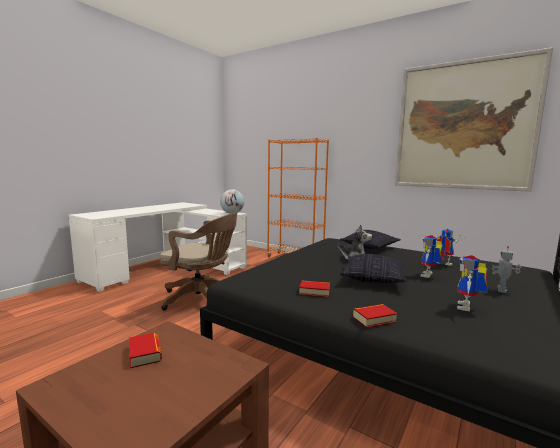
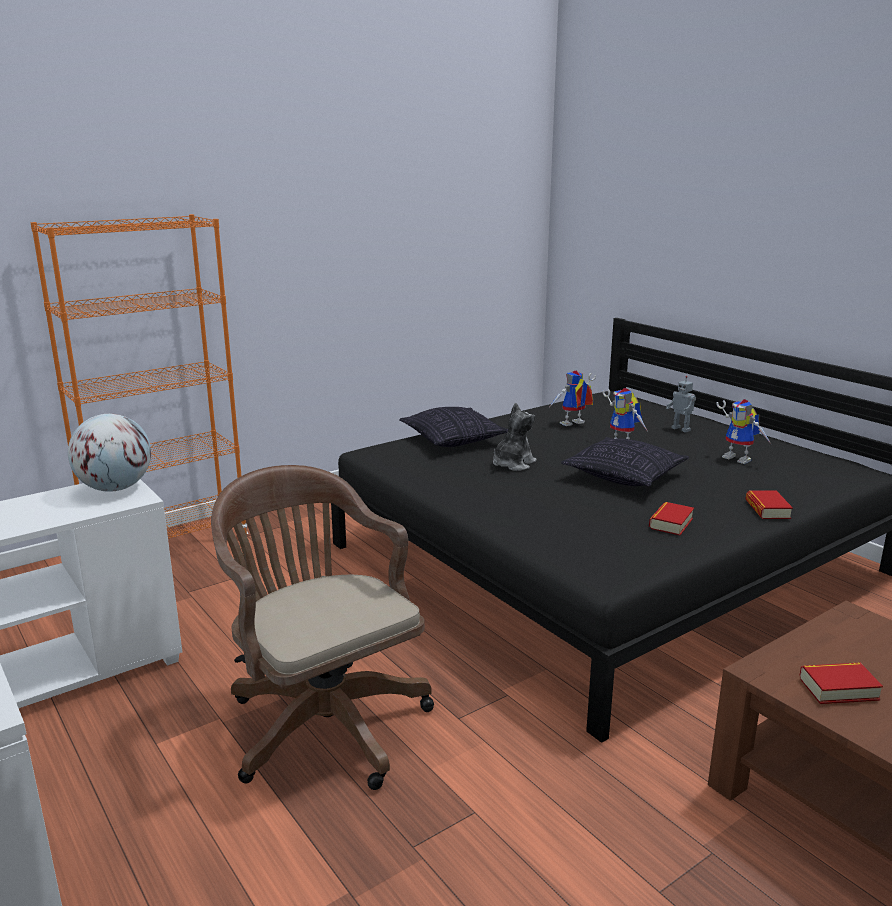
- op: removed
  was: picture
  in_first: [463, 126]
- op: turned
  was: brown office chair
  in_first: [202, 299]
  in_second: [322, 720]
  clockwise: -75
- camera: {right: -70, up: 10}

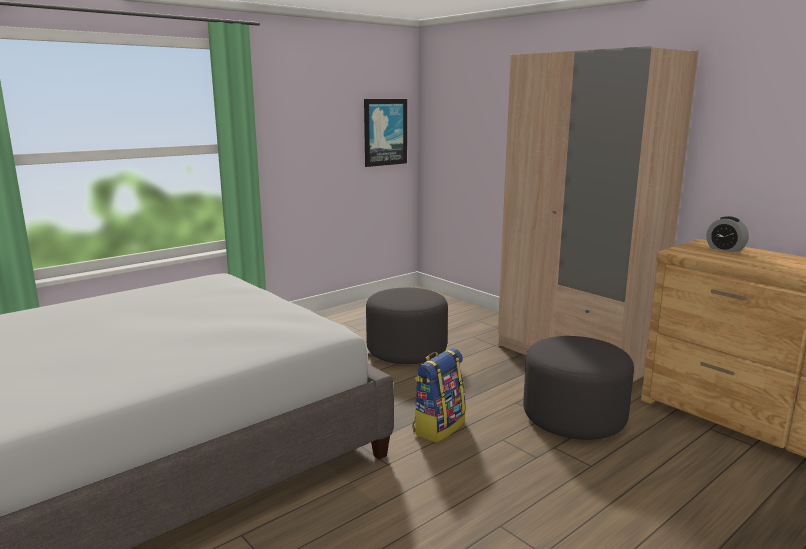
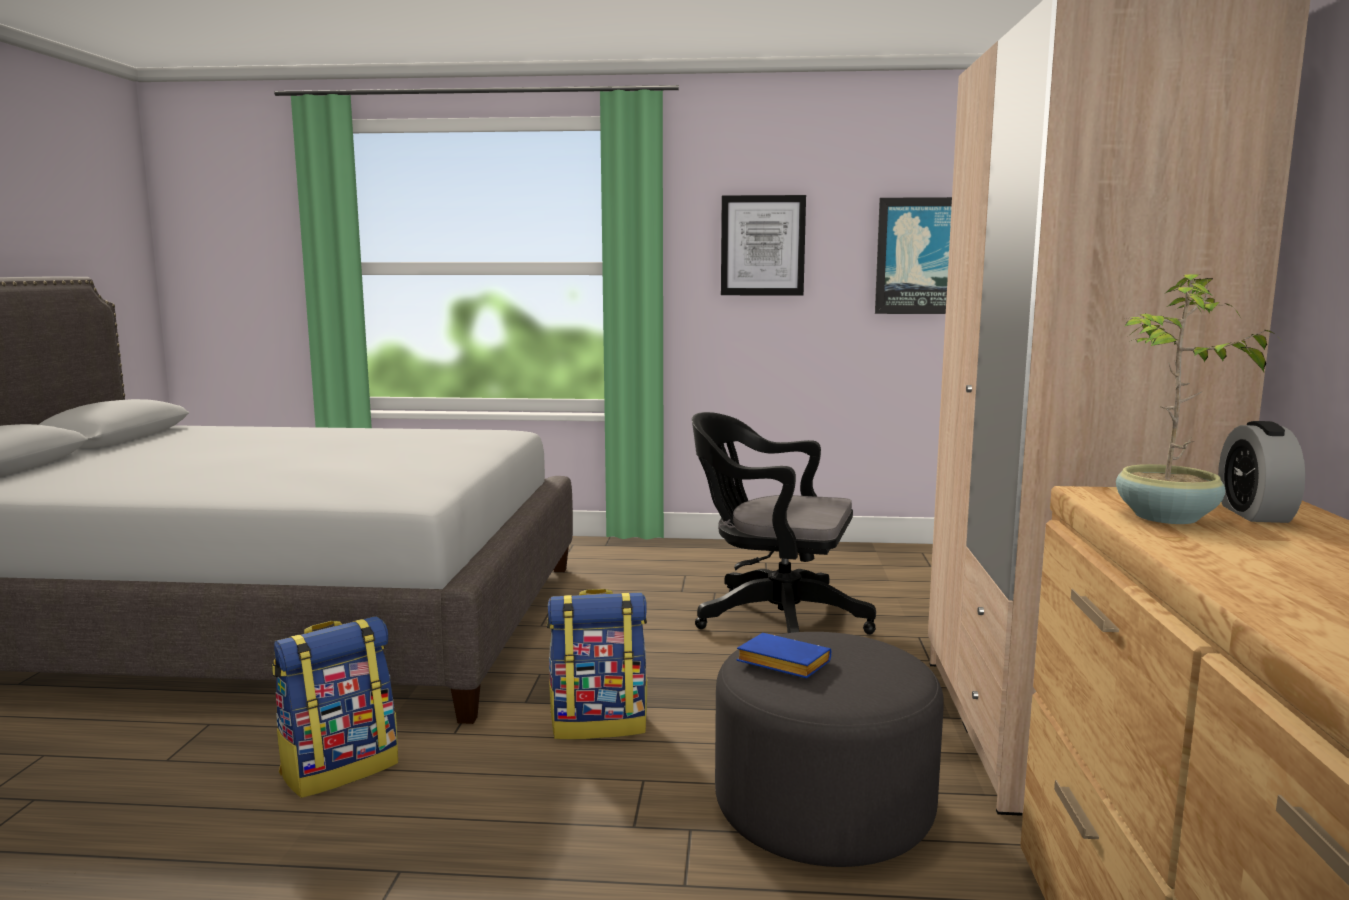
- op: added
  now: backpack
  in_second: [340, 768]
- op: added
  now: picture
  in_second: [762, 245]
- op: added
  now: blue book
  in_second: [780, 663]
- op: added
  now: potted plant
  in_second: [1166, 518]
- op: replaced
  was: grey ottoman
  now: black office chair
  in_first: [406, 350]
  in_second: [773, 620]
- camera: {right: 45, up: -5}

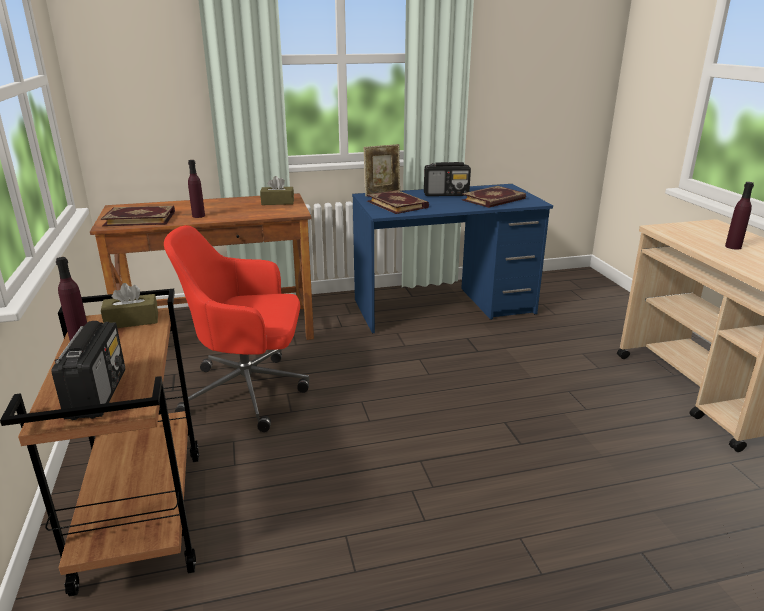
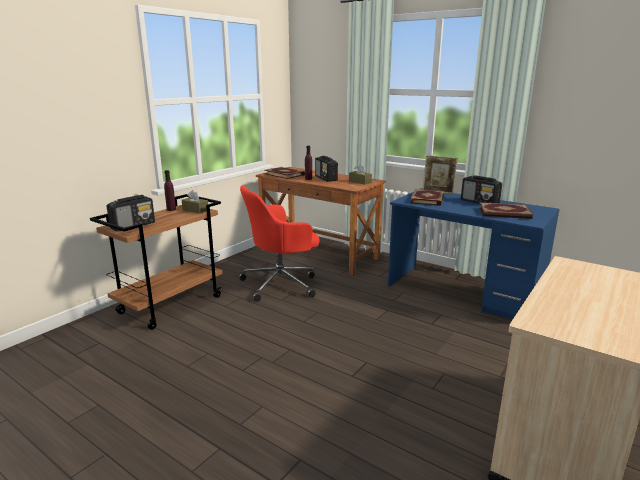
- op: removed
  was: purple bottle
  in_first: [733, 247]
- op: added
  now: radio
  in_second: [326, 178]
- op: turned
  was: red office chair
  in_first: [249, 392]
  in_second: [281, 283]
  clockwise: -75
- camera: {right: 50, up: -5}

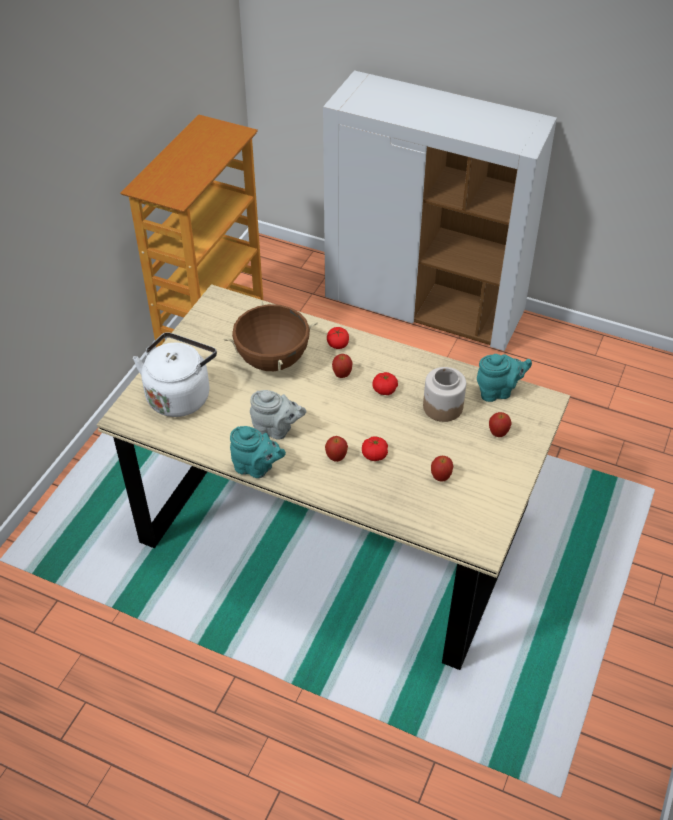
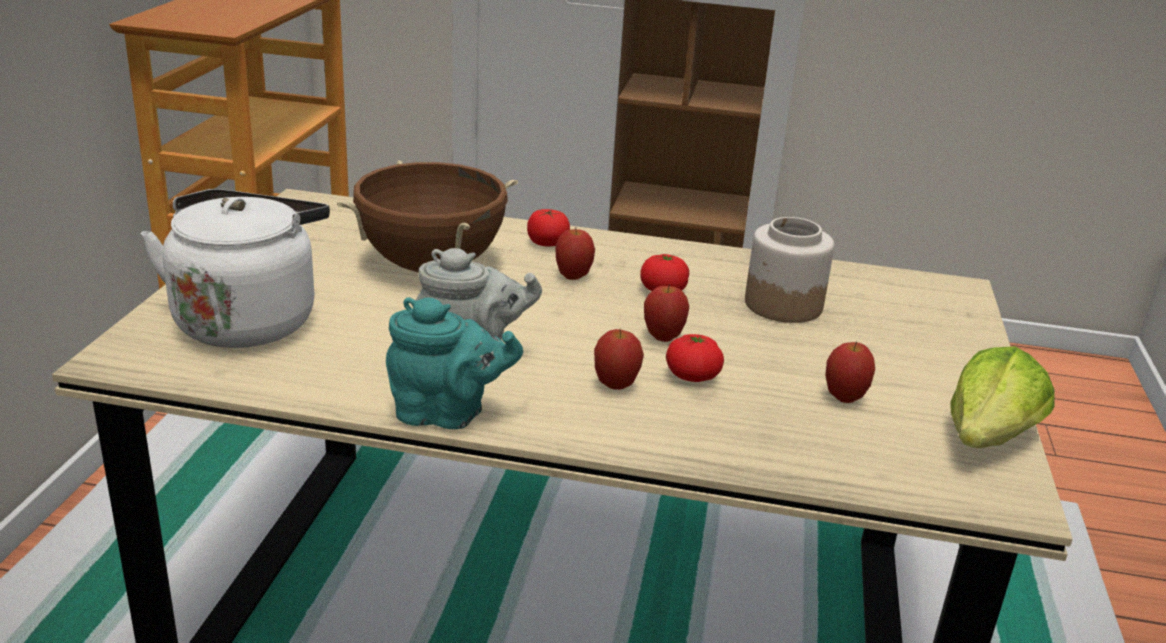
- op: removed
  was: turquoise teapot
  in_first: [498, 391]
- op: added
  now: lettuce
  in_second: [989, 437]
- op: moved
  was: apple
  in_first: [498, 433]
  in_second: [663, 337]
- camera: {right: -15, up: -20}

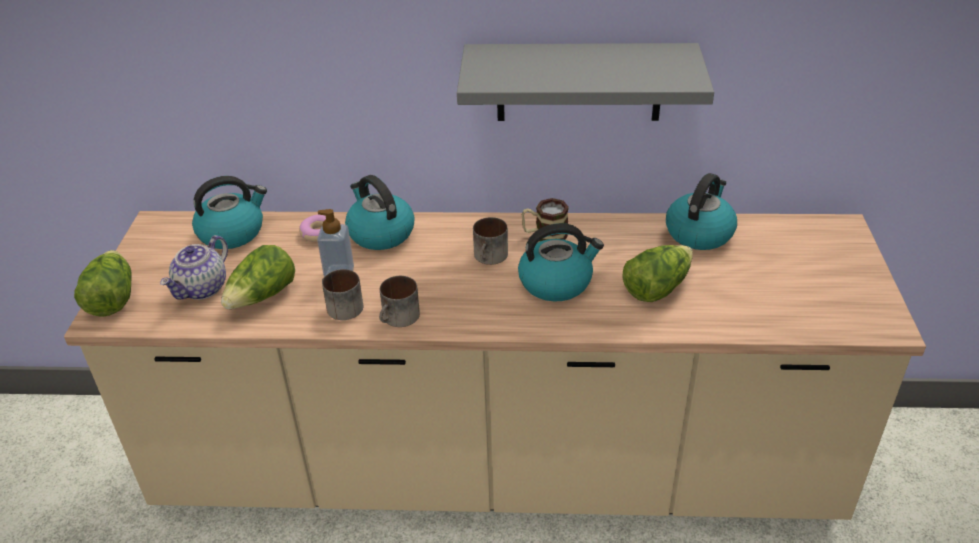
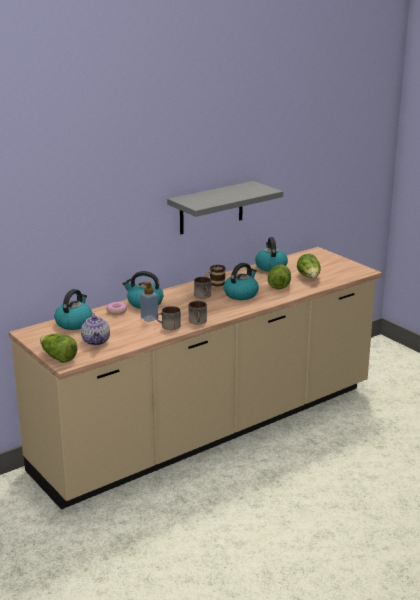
- op: moved
  was: lettuce
  in_first: [262, 297]
  in_second: [309, 277]
- camera: {right: -40, up: -15}

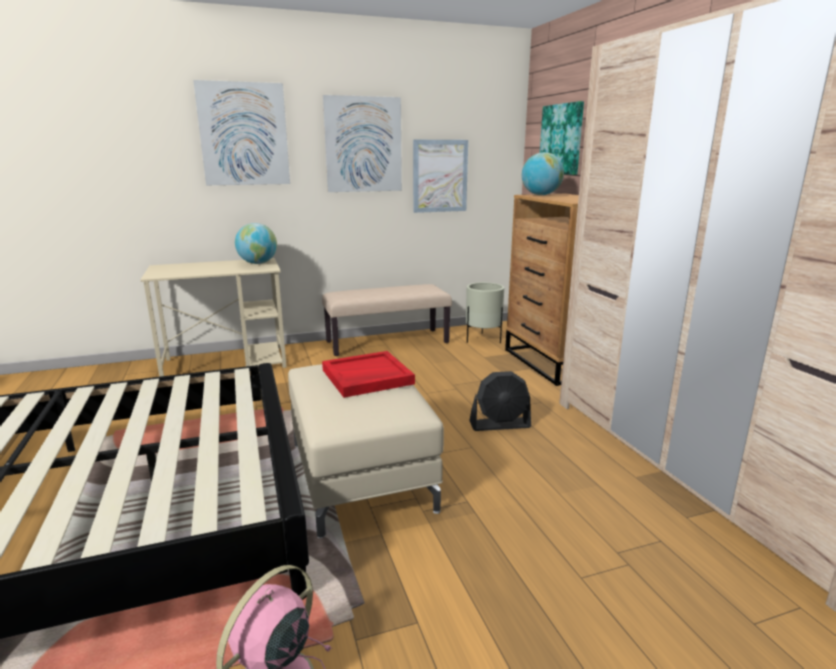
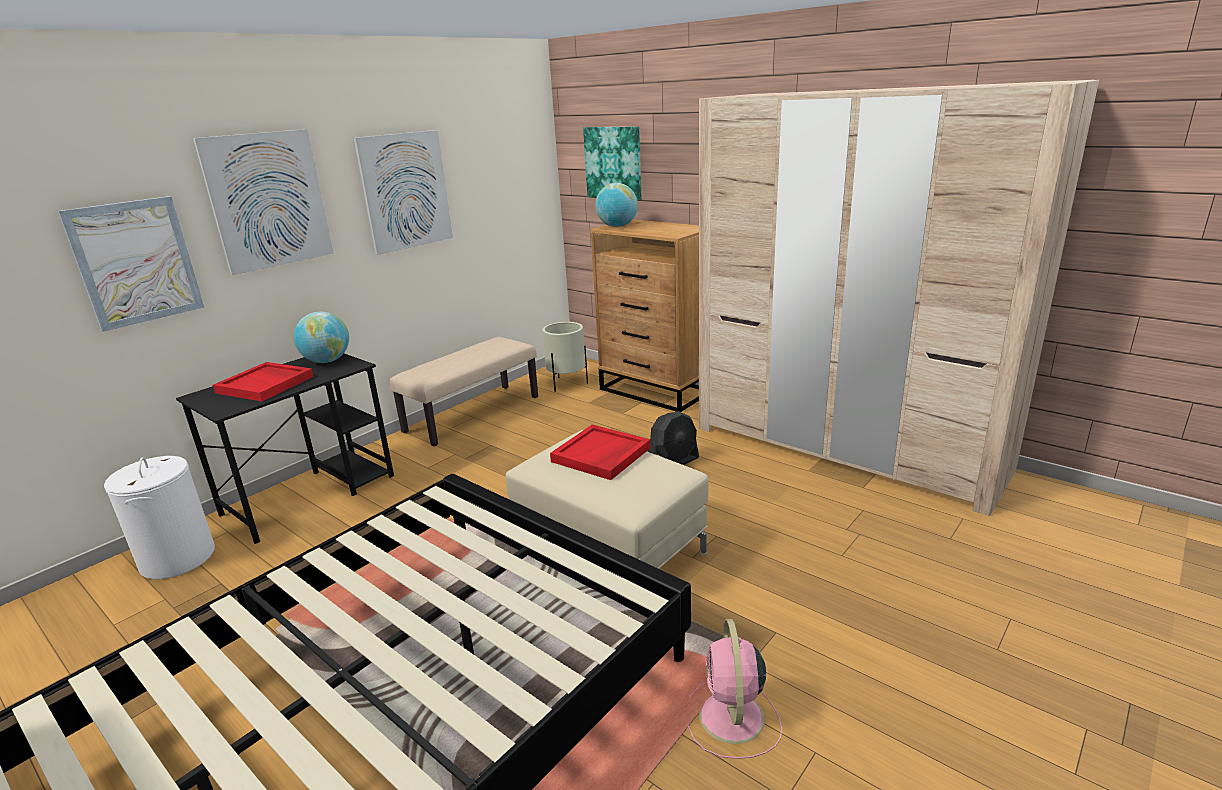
- op: added
  now: white laundry basket
  in_second: [177, 558]
- op: added
  now: red tray
  in_second: [266, 384]
- op: moved
  was: picture
  in_first: [440, 176]
  in_second: [136, 262]
- op: recoloured
  was: beige desk
  now: black desk
  in_first: [226, 363]
  in_second: [311, 494]
- camera: {right: -30, up: 5}

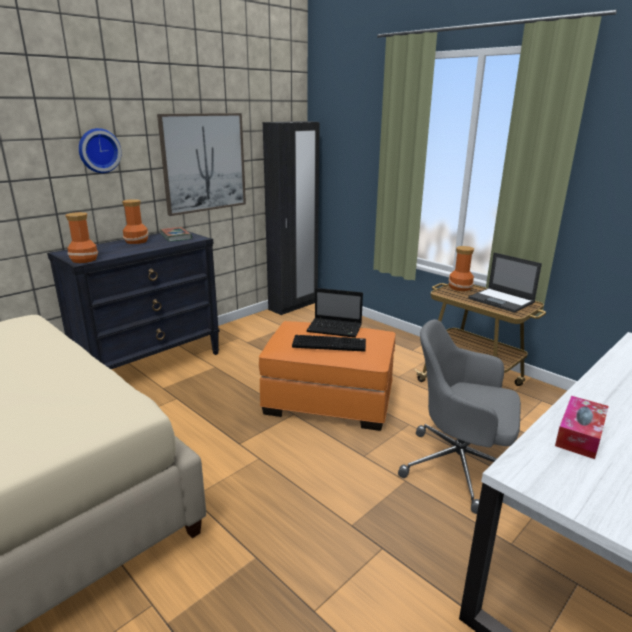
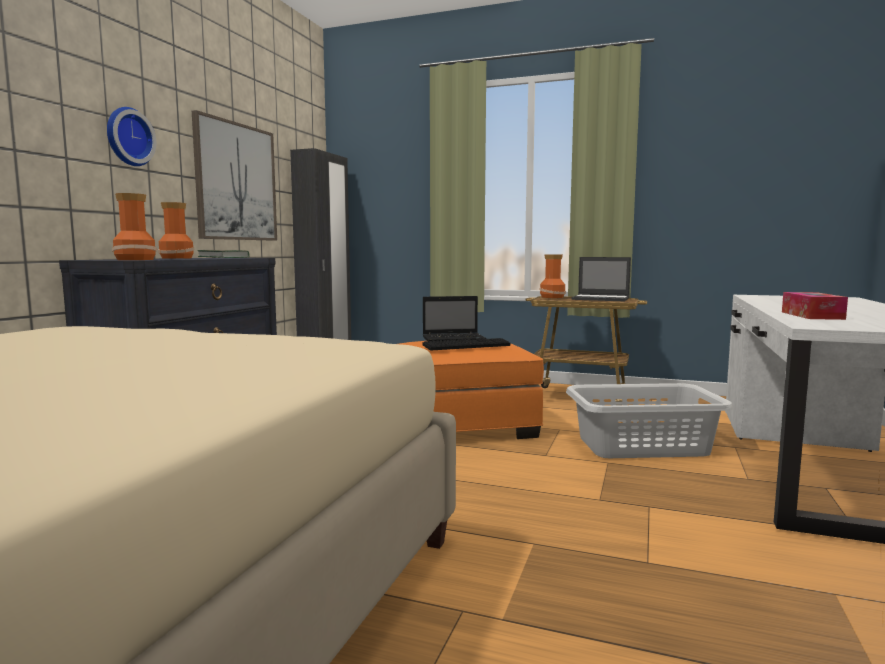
- op: replaced
  was: grey office chair
  now: grey laundry basket
  in_first: [459, 467]
  in_second: [641, 445]
- camera: {right: -25, up: -15}

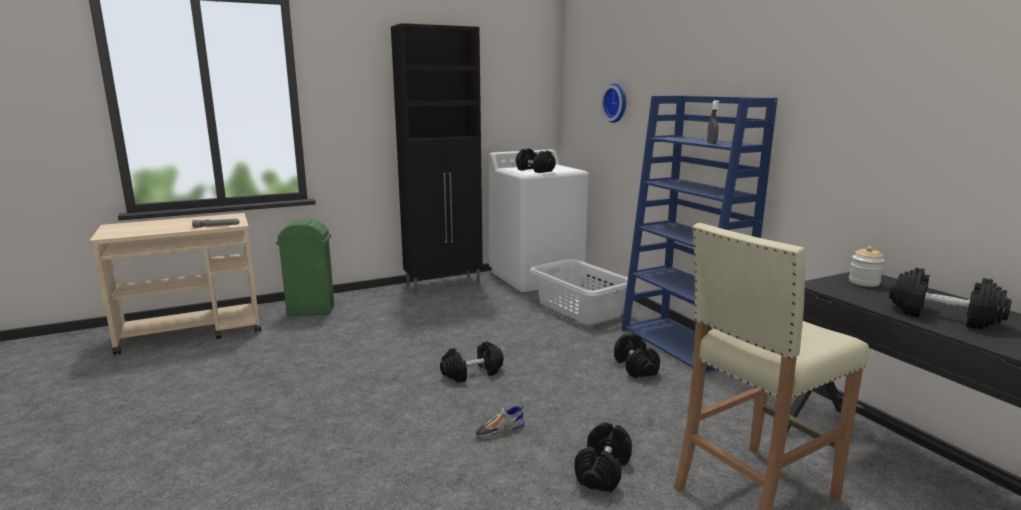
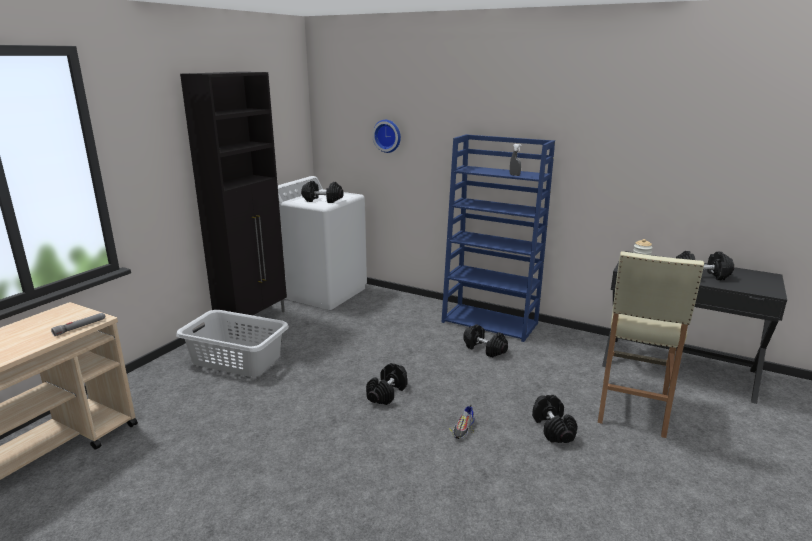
- op: removed
  was: green trash can
  in_first: [311, 311]
- op: moved
  was: grey laundry basket
  in_first: [579, 308]
  in_second: [236, 359]
- camera: {right: -35, up: 5}

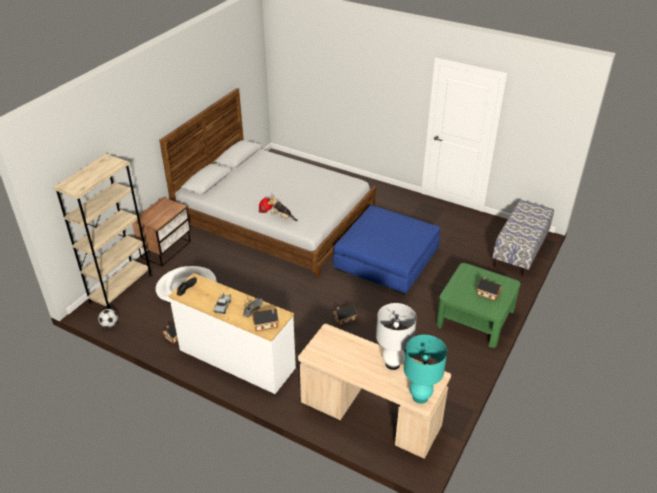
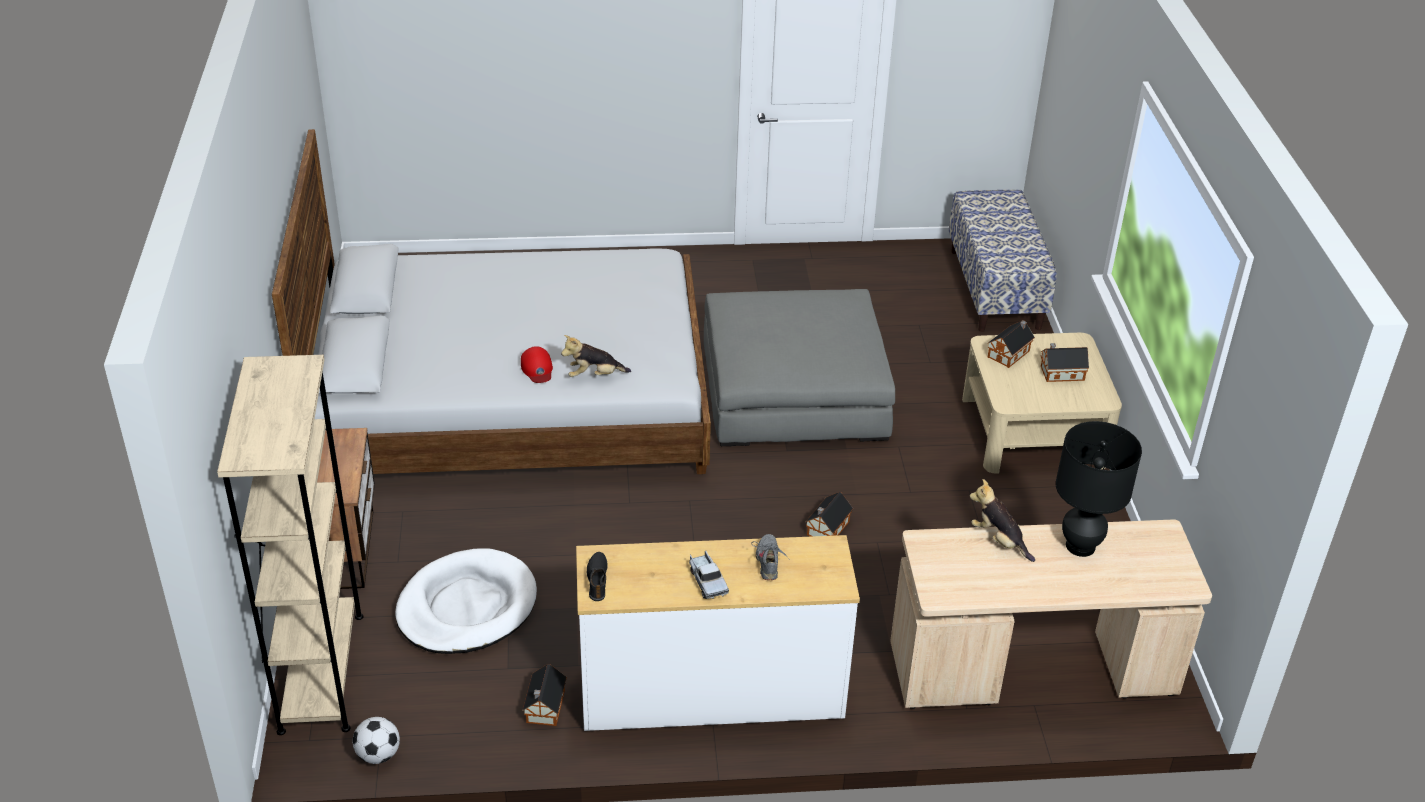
- op: removed
  was: turquoise table lamp
  in_first: [420, 397]
- op: added
  now: plush toy
  in_second: [999, 540]
- op: moved
  was: toy house
  in_first: [266, 324]
  in_second: [1010, 353]
- op: recoloured
  was: blue ottoman
  now: grey ottoman
  in_first: [386, 259]
  in_second: [793, 390]
- op: recoloured
  was: white table lamp
  now: black table lamp
  in_first: [392, 364]
  in_second: [1080, 546]
- op: recoloured
  was: green coffee table
  now: beige coffee table
  in_first: [474, 318]
  in_second: [1032, 431]
- camera: {right: -35, up: 0}

